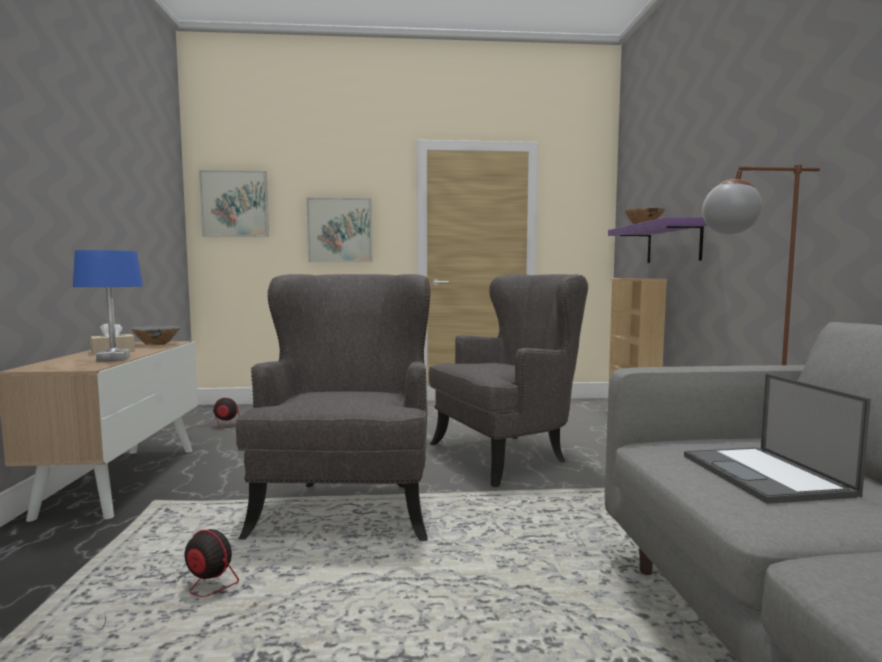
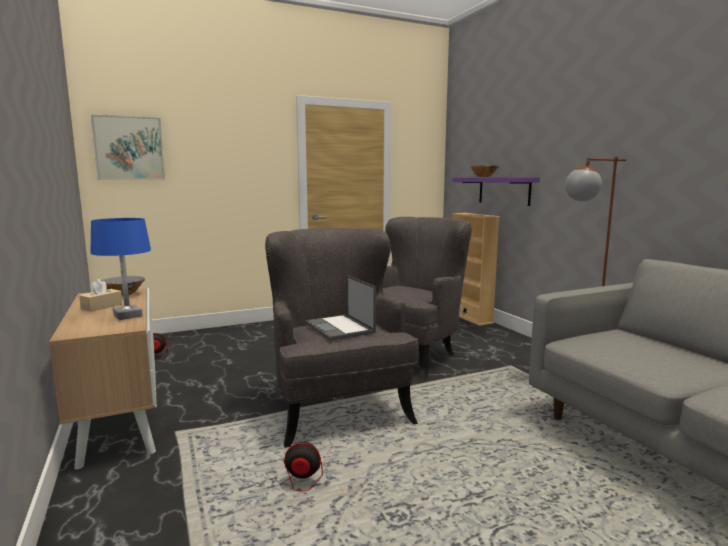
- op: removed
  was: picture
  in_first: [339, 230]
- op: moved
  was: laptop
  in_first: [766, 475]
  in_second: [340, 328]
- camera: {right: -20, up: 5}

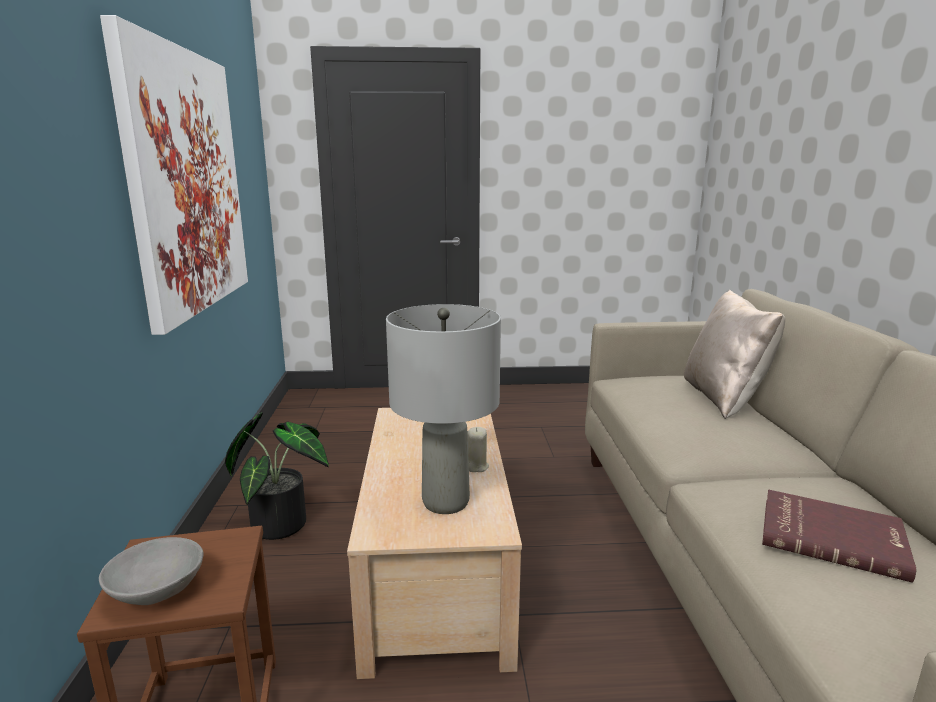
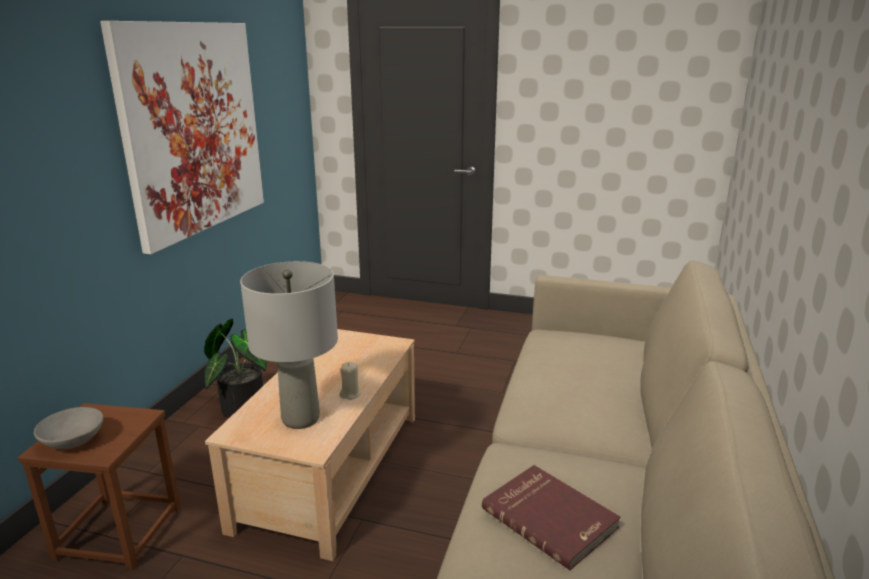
- op: removed
  was: beige pillow
  in_first: [724, 398]
- camera: {right: 20, up: 5}

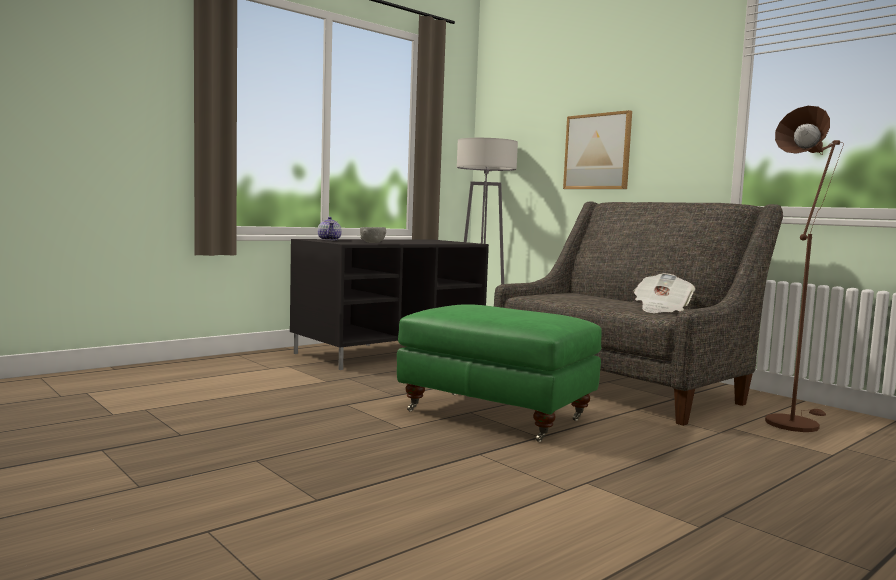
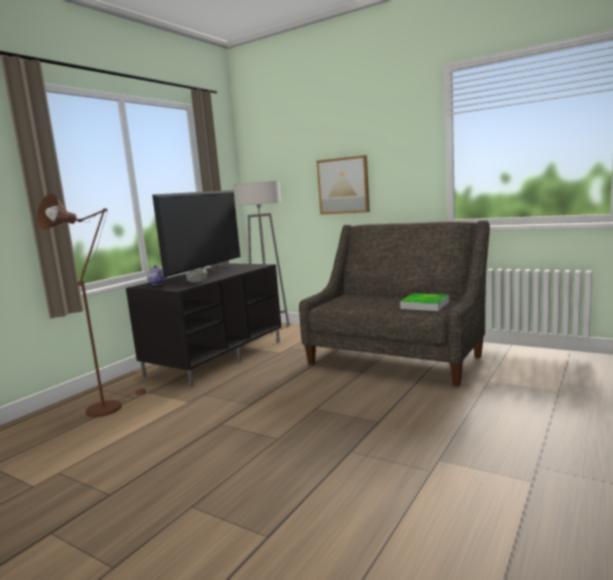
- op: removed
  was: green ottoman
  in_first: [496, 414]
- op: added
  now: television
  in_second: [206, 275]
- op: moved
  was: brown floor lamp
  in_first: [793, 422]
  in_second: [109, 406]
- op: replaced
  was: newspaper
  now: tray
  in_first: [661, 310]
  in_second: [425, 305]
- camera: {right: -15, up: 5}

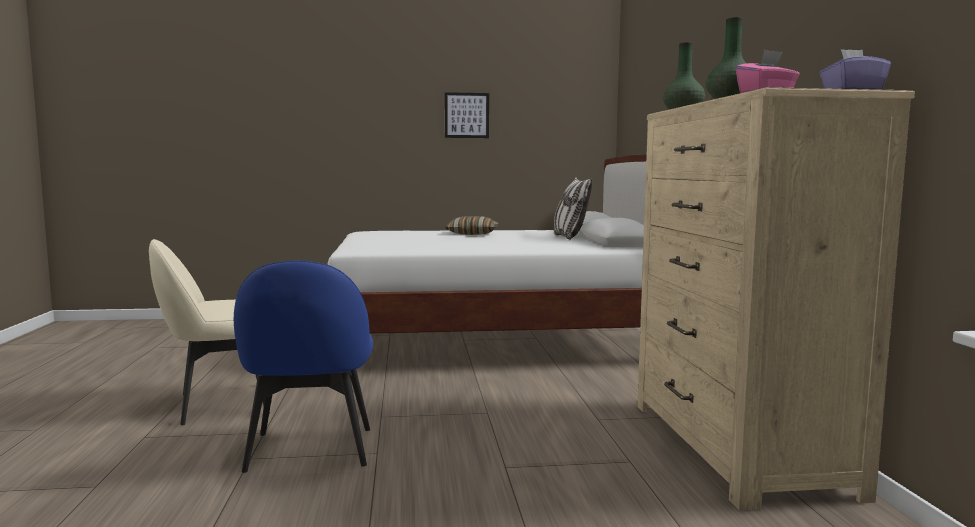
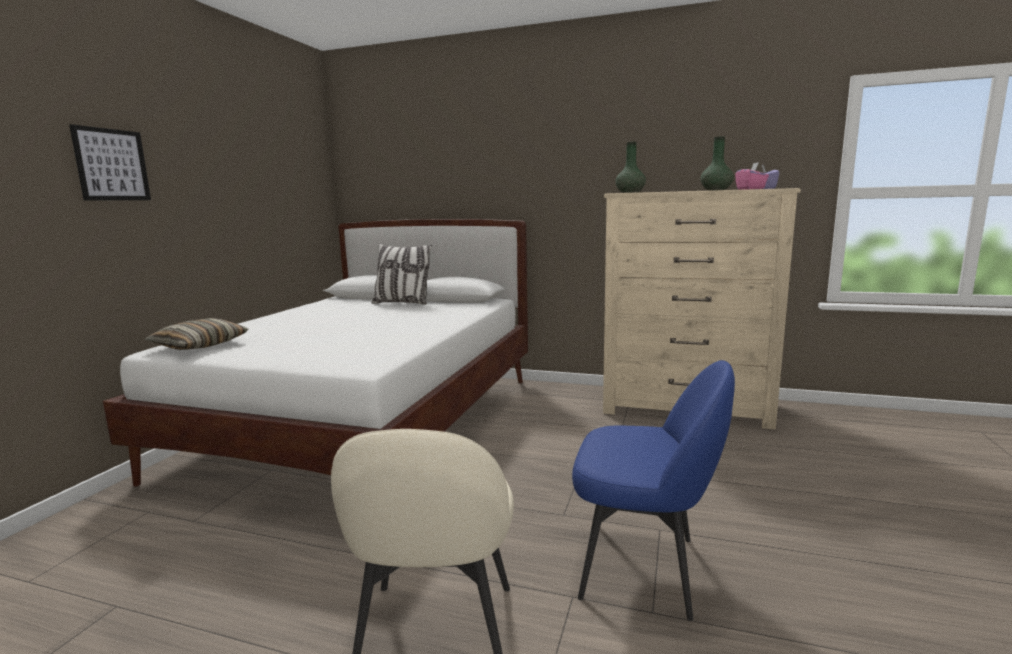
- op: moved
  was: picture
  in_first: [466, 115]
  in_second: [112, 165]
- op: moved
  was: pillow
  in_first: [472, 234]
  in_second: [199, 345]
- camera: {right: -65, up: 5}

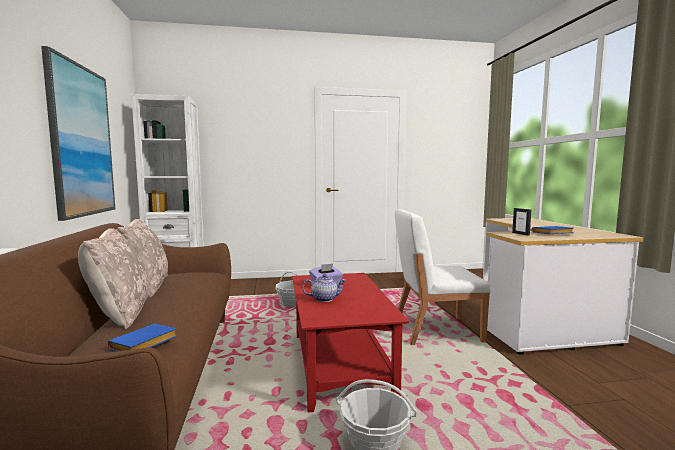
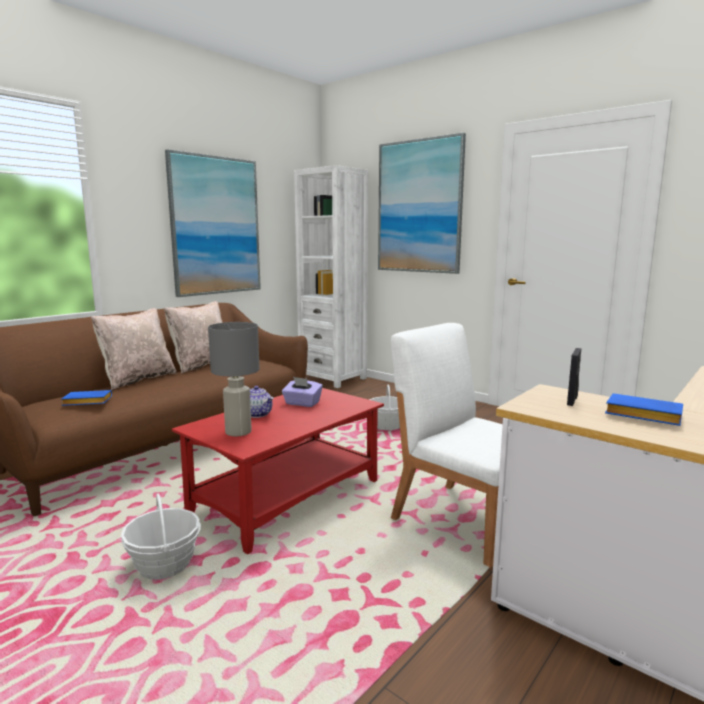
- op: added
  now: grey table lamp
  in_second: [239, 432]
- op: added
  now: picture
  in_second: [419, 207]
- camera: {right: 50, up: 5}

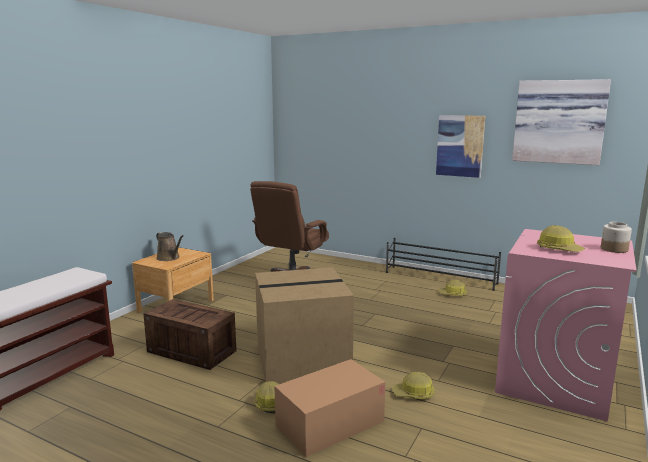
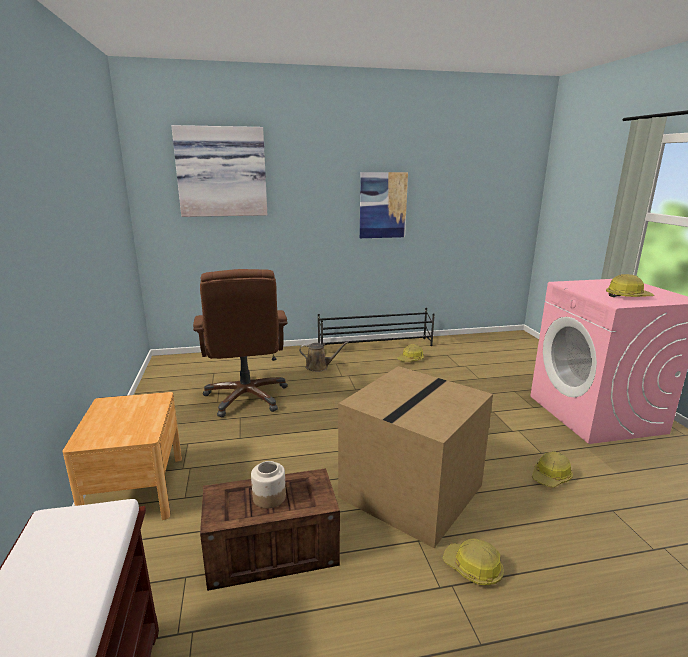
- op: removed
  was: cardboard box
  in_first: [330, 423]
- op: moved
  was: brown watering can
  in_first: [169, 258]
  in_second: [319, 367]
- op: moved
  was: picture
  in_first: [559, 122]
  in_second: [222, 172]
- op: moved
  was: jar
  in_first: [614, 249]
  in_second: [269, 497]
- camera: {right: -40, up: 5}

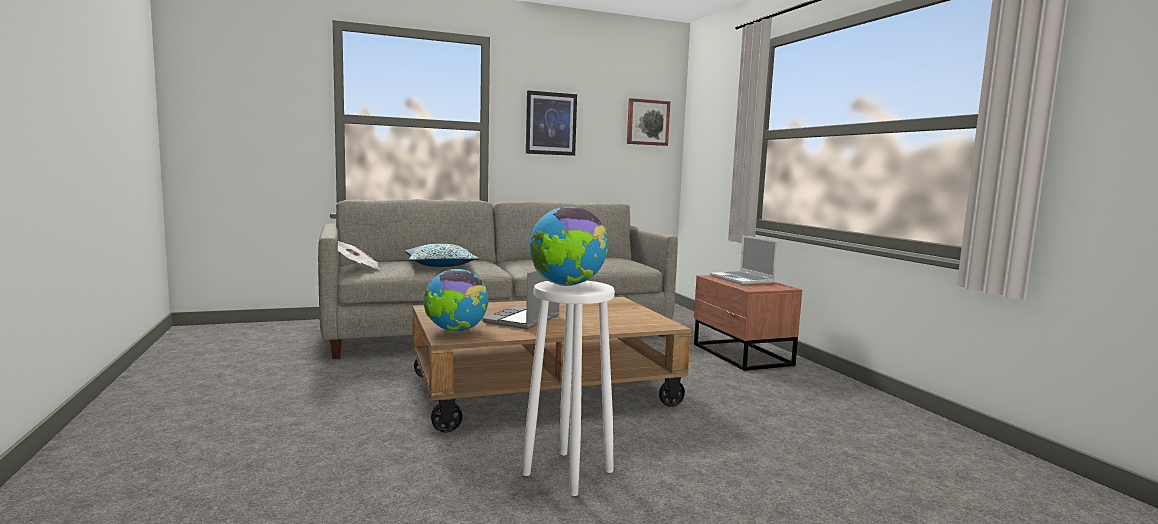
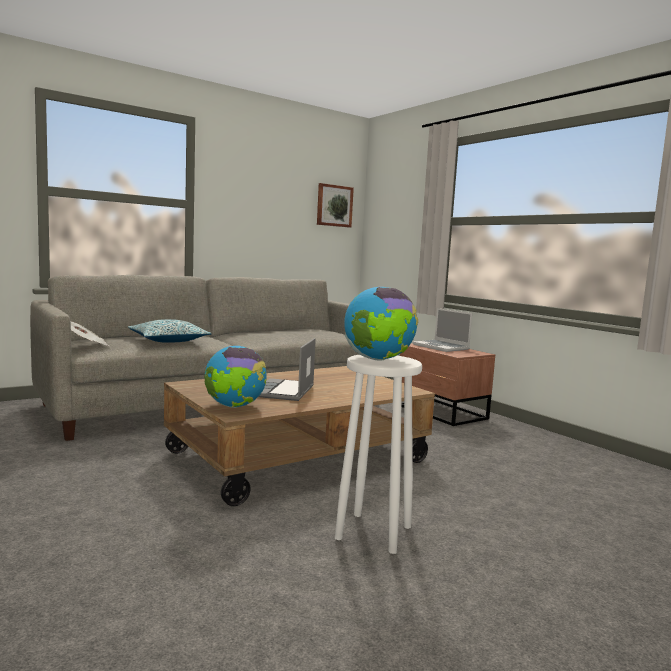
- op: removed
  was: picture
  in_first: [551, 123]
- camera: {right: -15, up: 0}

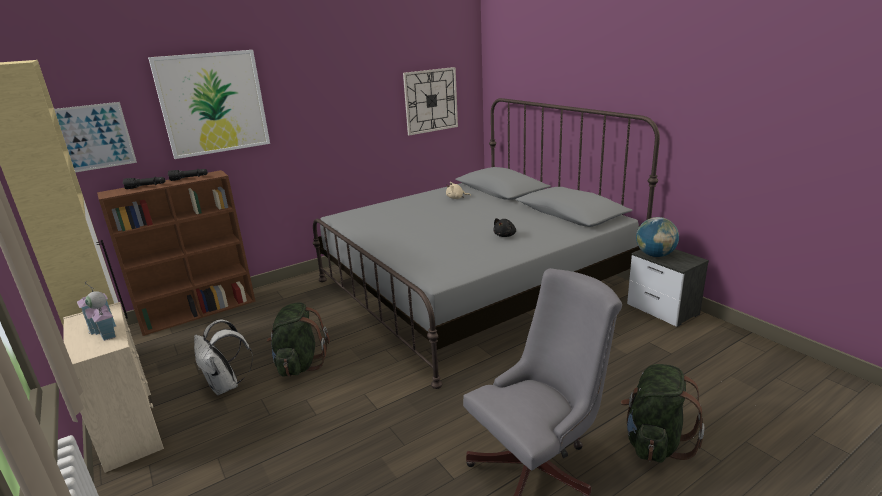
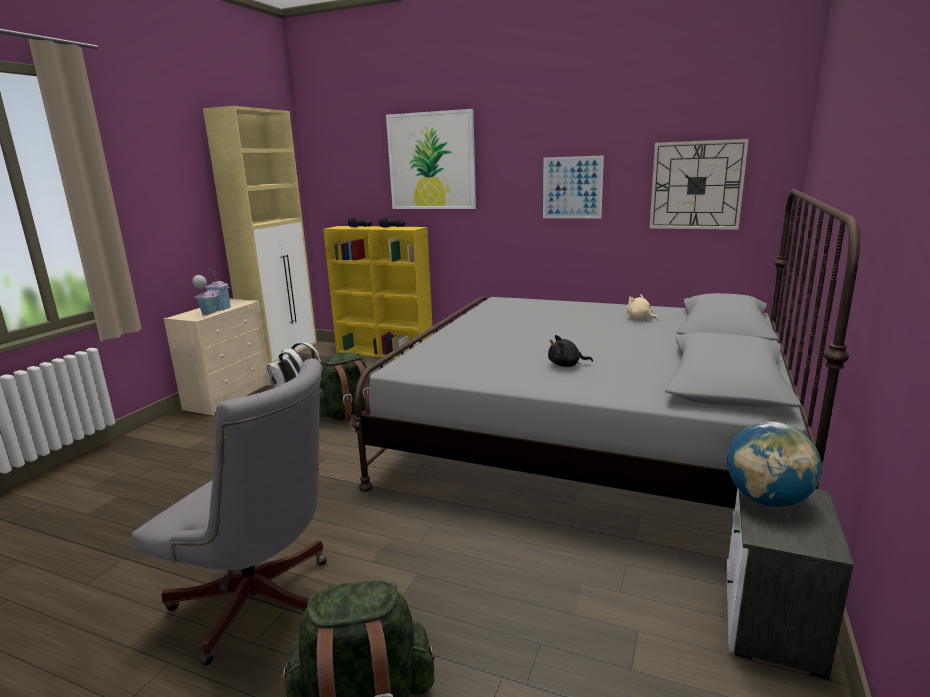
- op: moved
  was: picture
  in_first: [93, 137]
  in_second: [572, 187]
- op: recoloured
  was: brown bookcase
  now: yellow bookcase
  in_first: [200, 311]
  in_second: [385, 353]
- camera: {right: 55, up: -5}

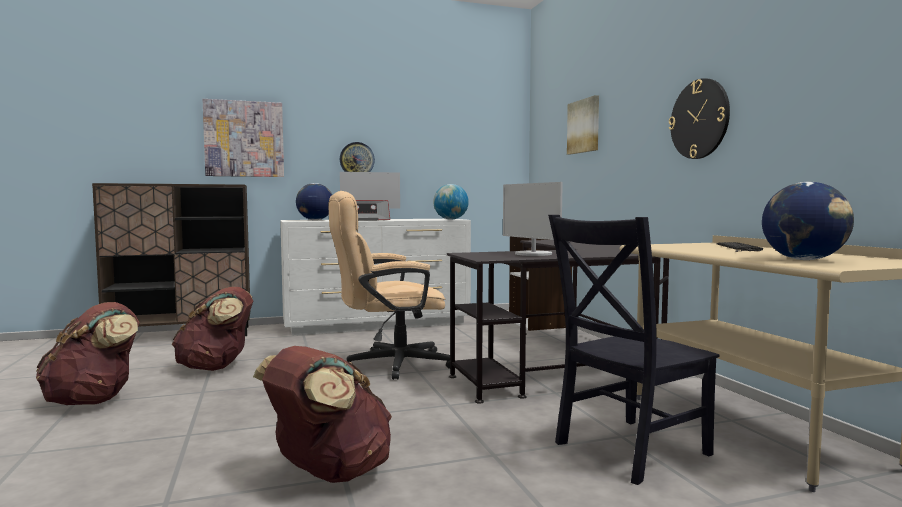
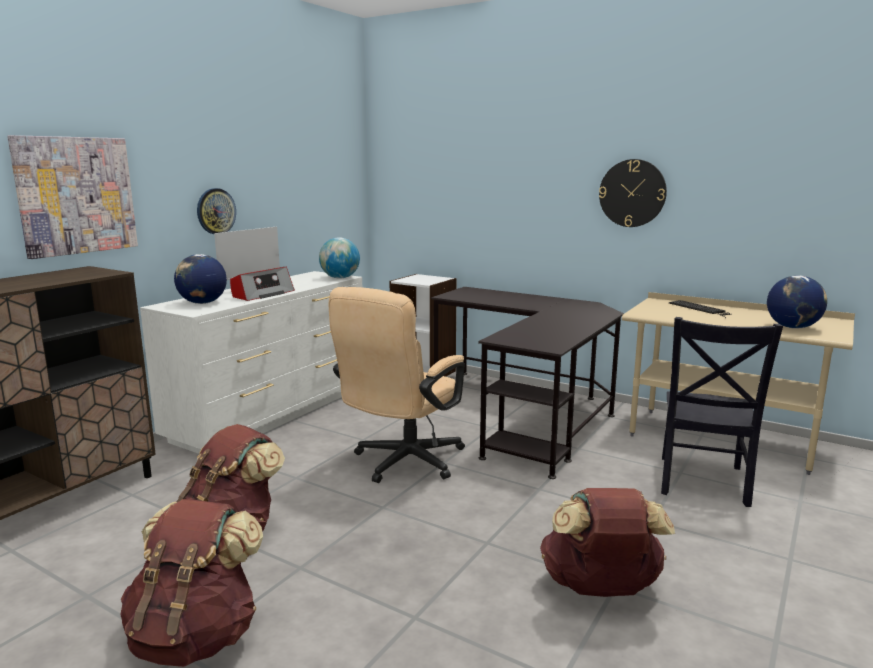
- op: removed
  was: monitor
  in_first: [533, 254]
- op: removed
  was: picture
  in_first: [584, 126]
- camera: {right: -40, up: 10}

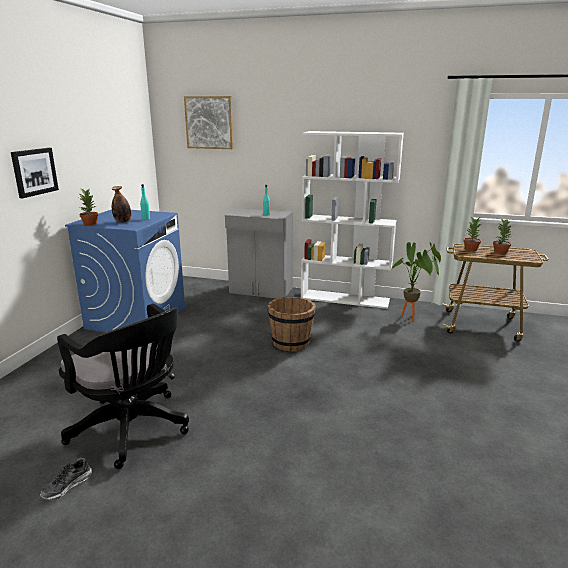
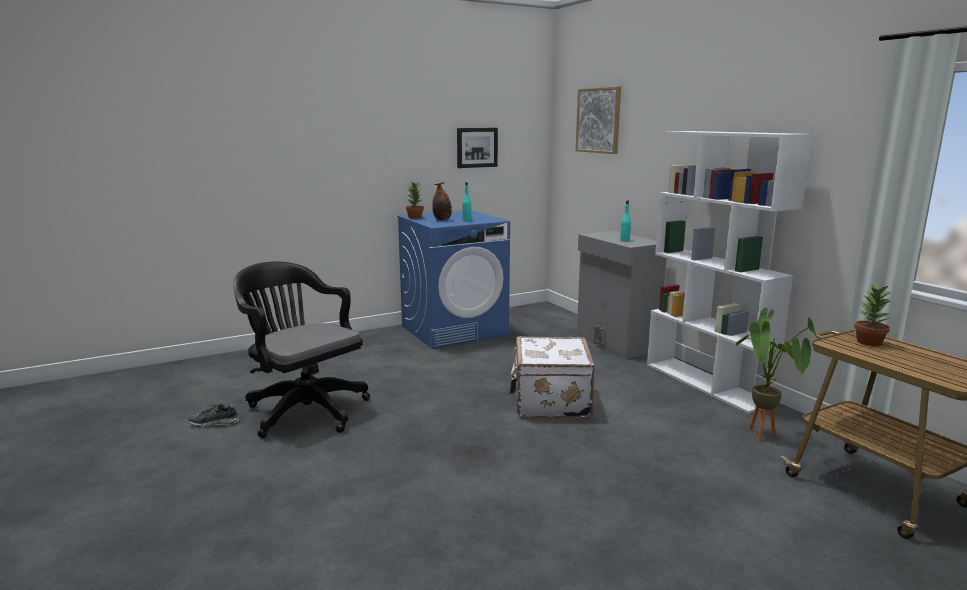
- op: removed
  was: potted plant
  in_first: [500, 252]
- op: moved
  was: picture
  in_first: [34, 172]
  in_second: [476, 147]
- op: replaced
  was: brown bucket
  now: white suitcase
  in_first: [291, 343]
  in_second: [549, 402]
- op: turned
  was: black office chair
  in_first: [133, 430]
  in_second: [304, 409]
  clockwise: 135
- camera: {right: 45, up: -5}

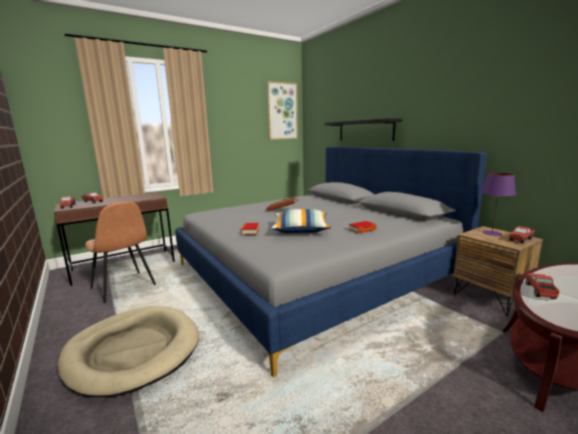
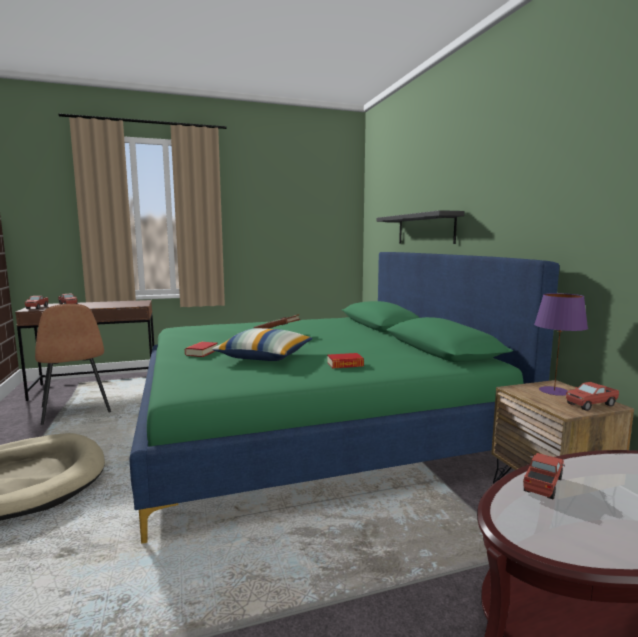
- op: removed
  was: picture
  in_first: [282, 111]
- op: recoloured
  was: grey bed
  now: green bed
  in_first: [314, 272]
  in_second: [311, 424]
- camera: {right: 15, up: -5}

